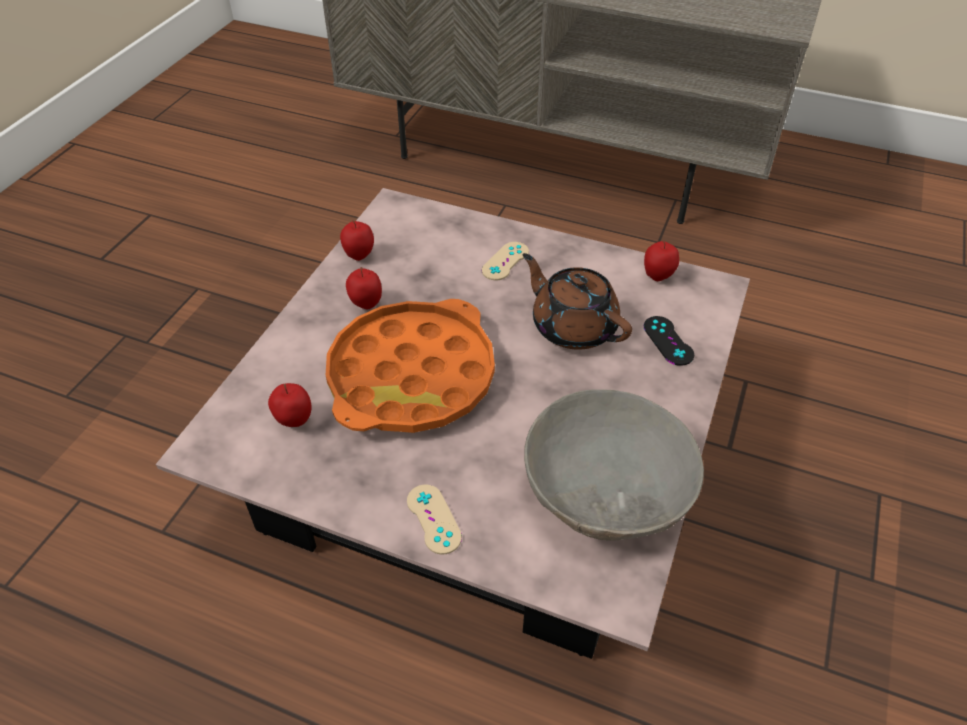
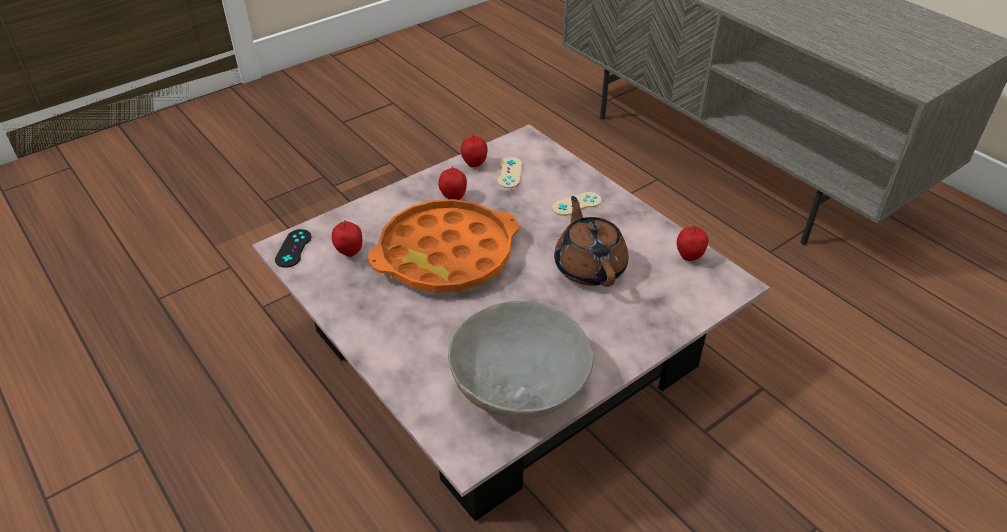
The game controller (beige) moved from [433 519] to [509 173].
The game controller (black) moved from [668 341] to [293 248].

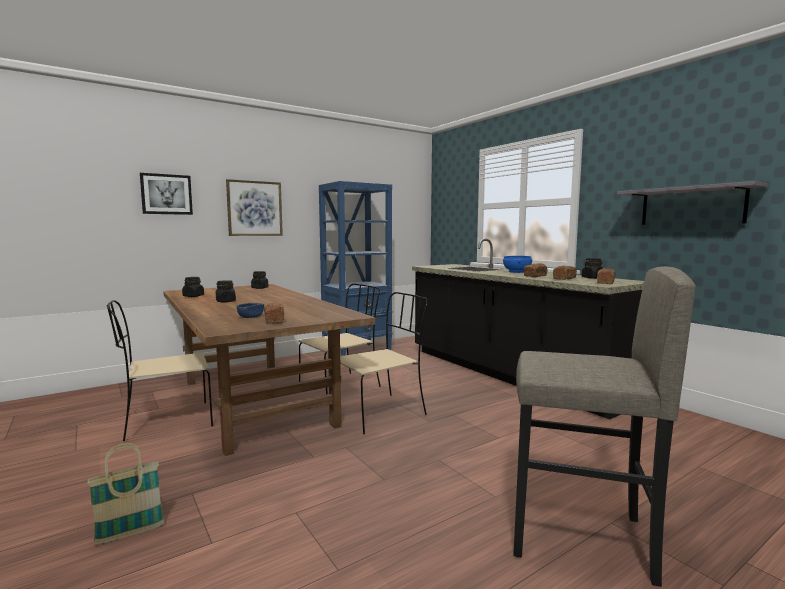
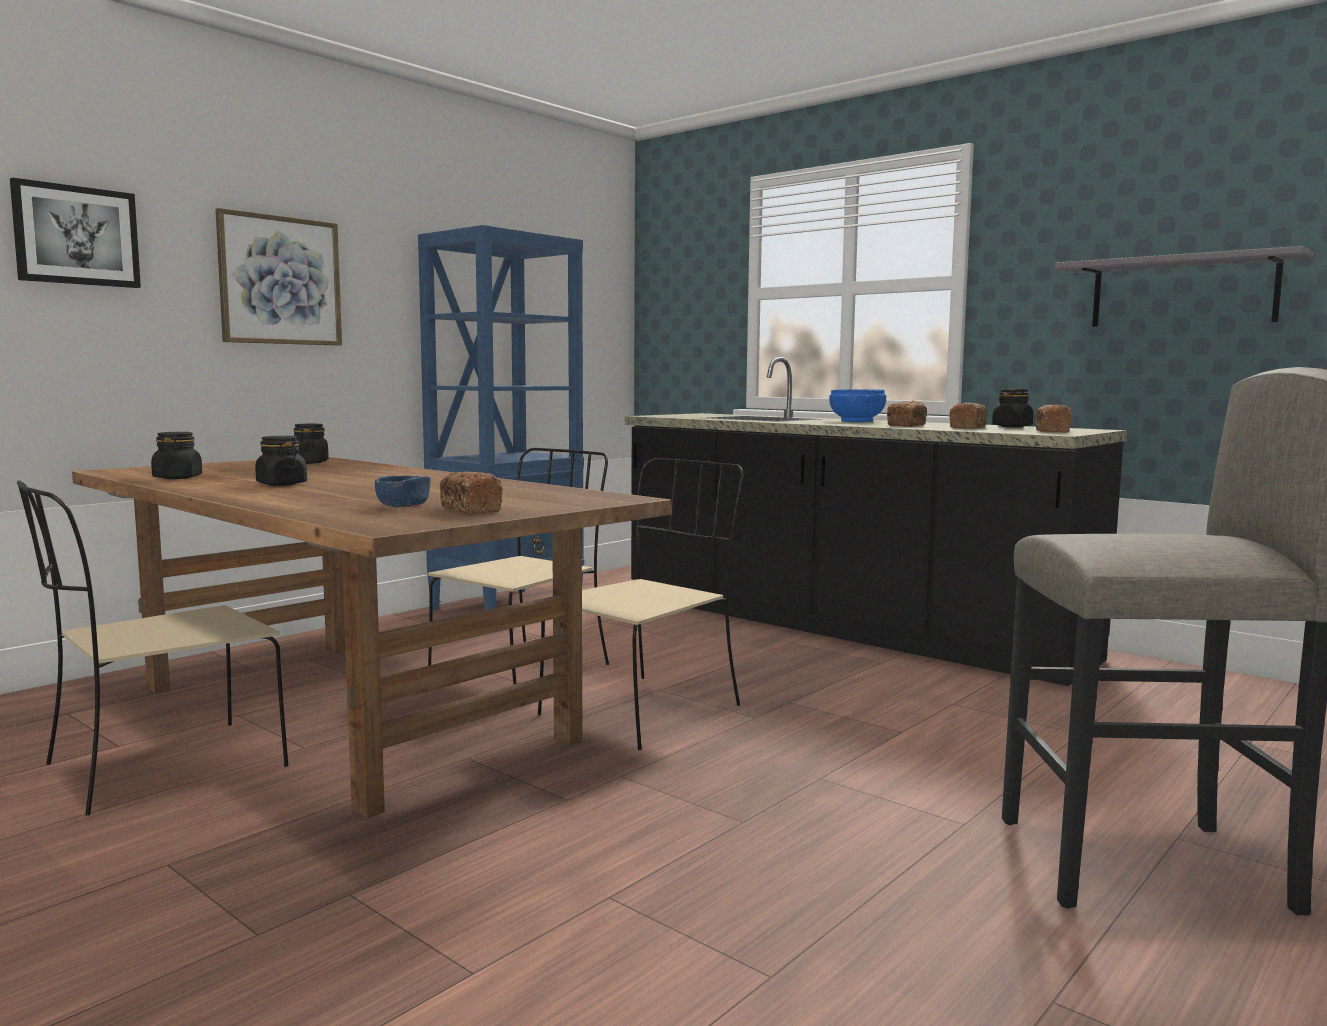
The basket at [130 533] disappeared.

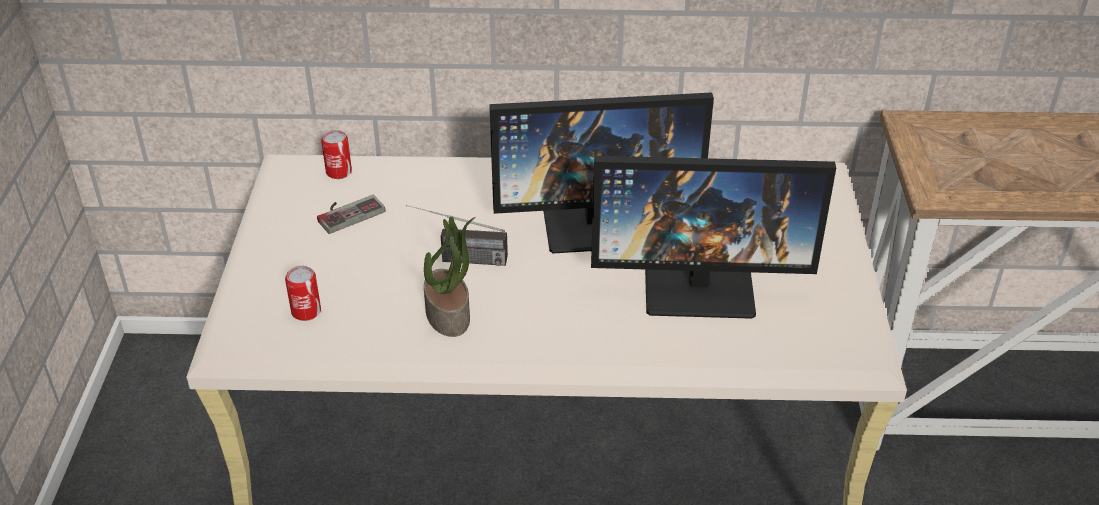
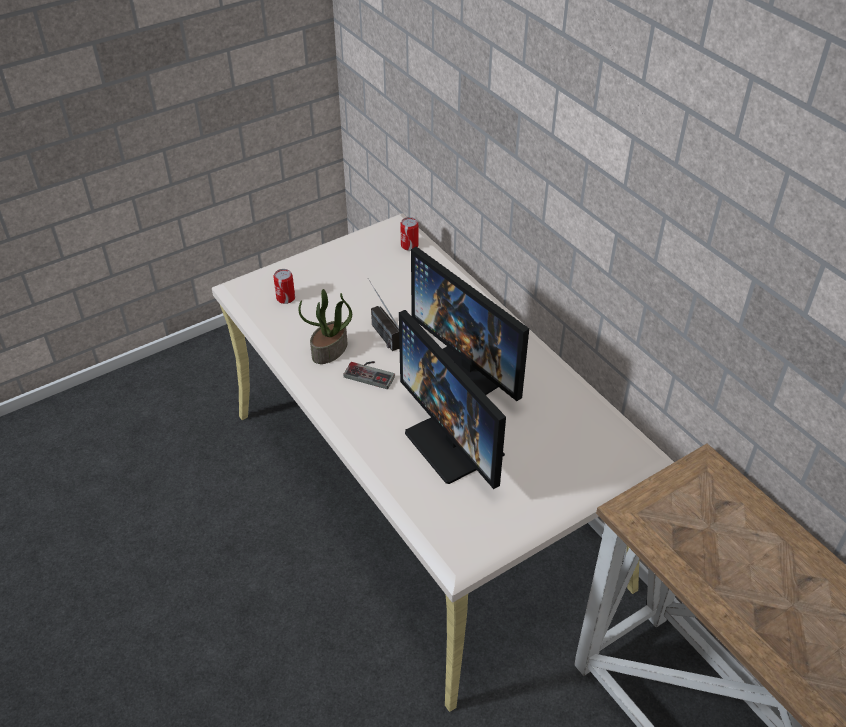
The game controller moved from [348 212] to [371 373].

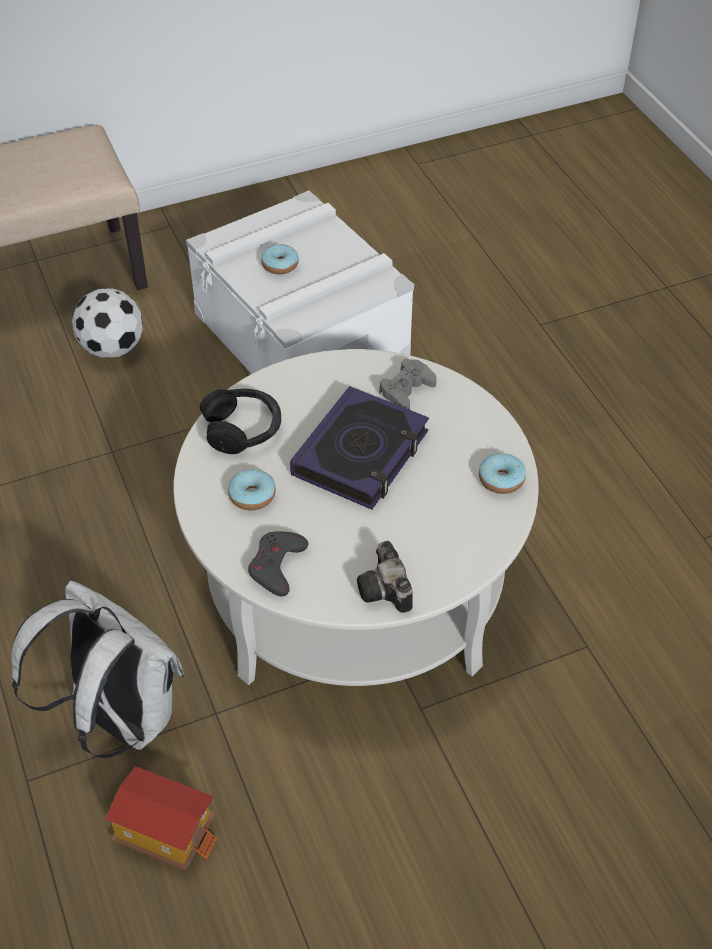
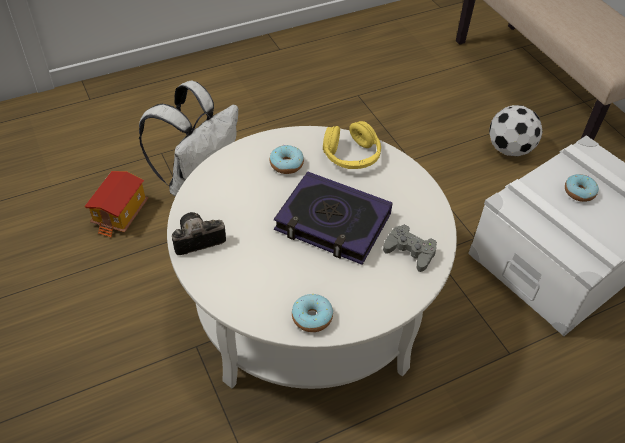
The game controller (grey) at [277 566] disappeared.
The headphones (black) at [243 429] became the headphones (yellow) at [351 156].

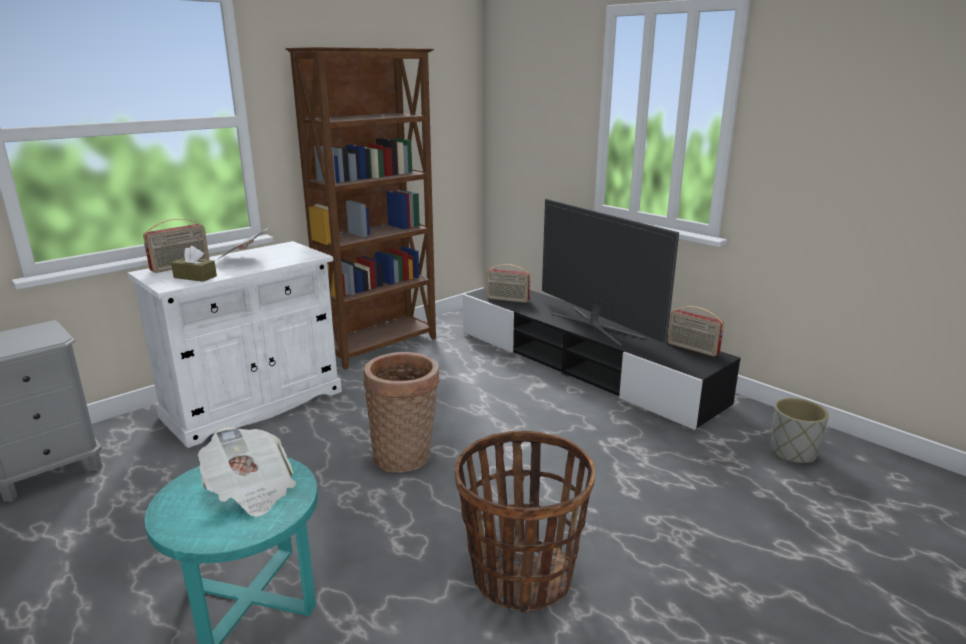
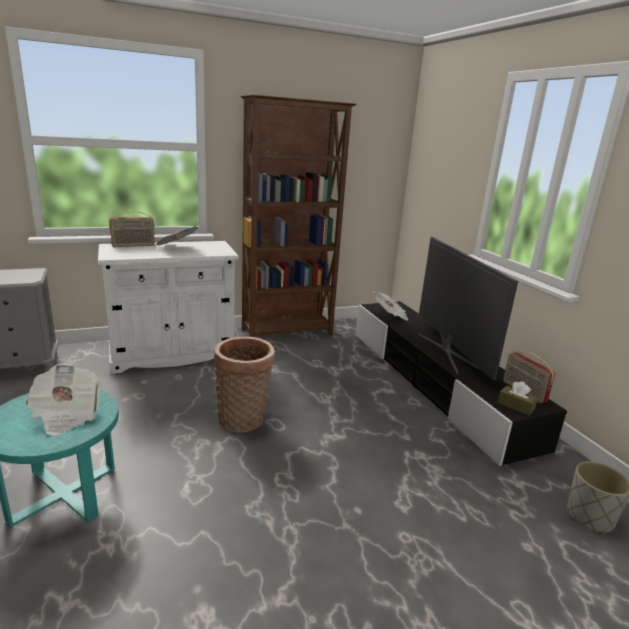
The basket at [521 576] disappeared.
The tissue box (brown) moved from [195 277] to [516 406].
The radio at [507 300] was replaced by the newspaper at [390 315].

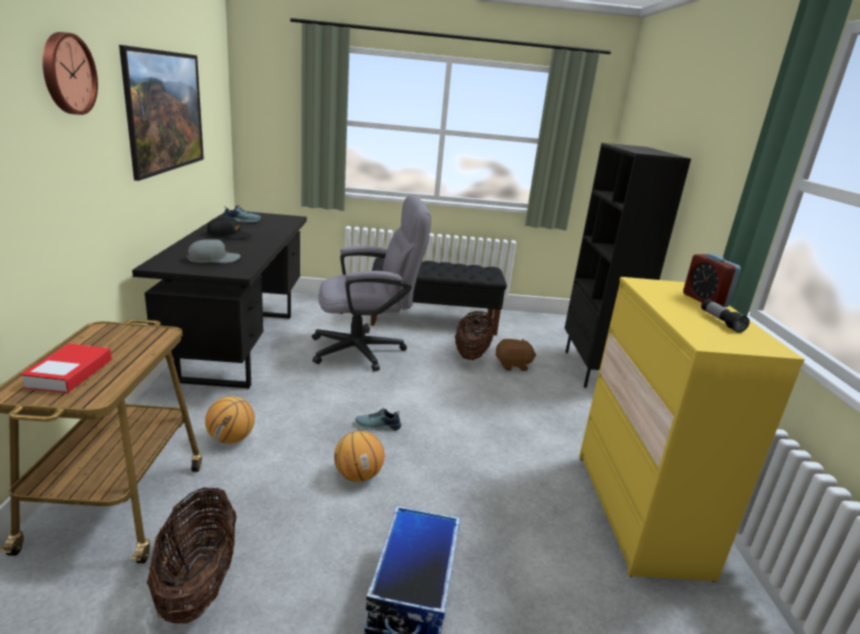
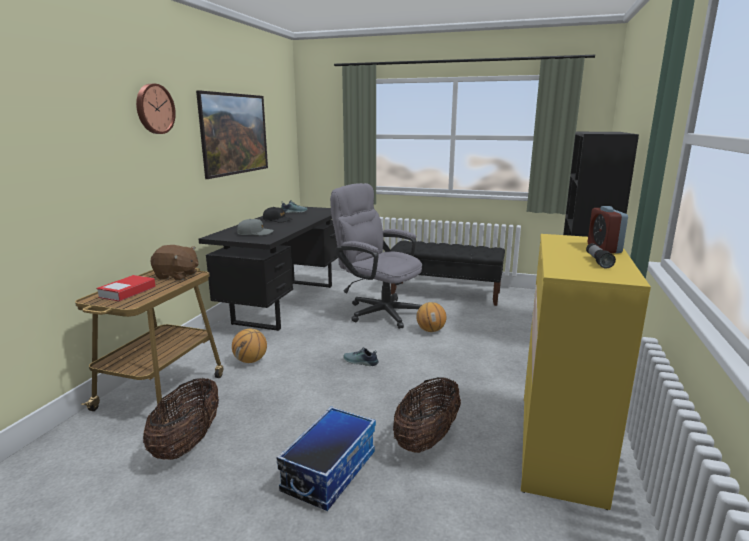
The basketball moved from [358 476] to [430 330].
The basket moved from [472 354] to [427 439].
The plush toy (brown) moved from [513 365] to [177 276].
The office chair (grey) at [367 350] turned 150 degrees counterclockwise.

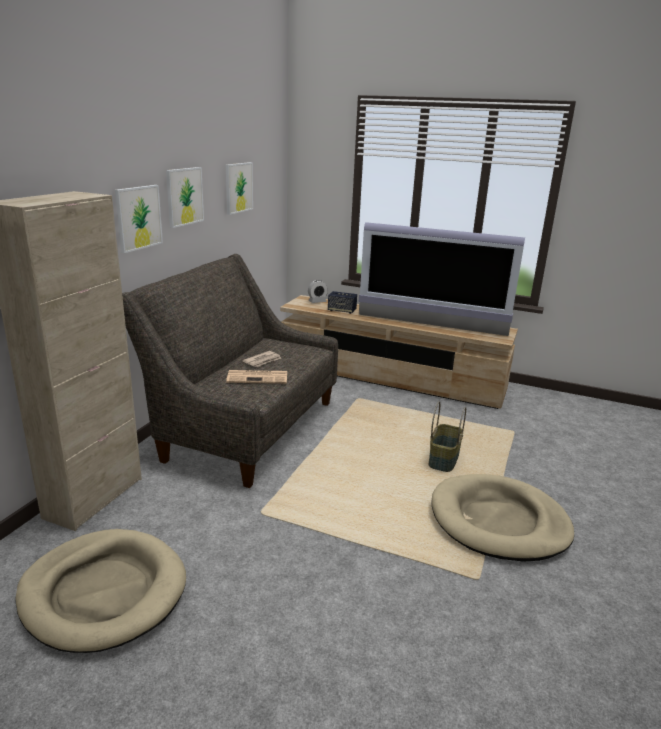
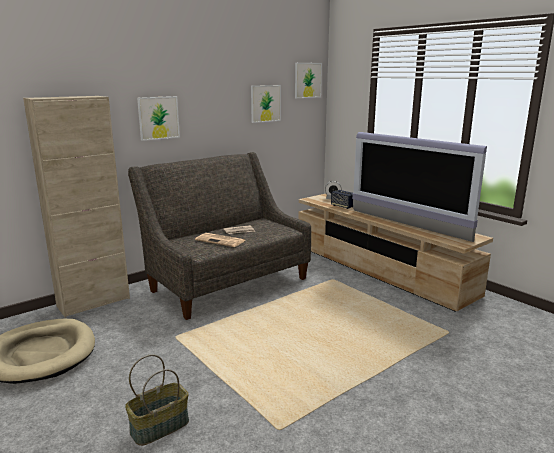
The dog bed (beige) at [499 522] disappeared.
The picture moved from [184 196] to [307 80].
The basket moved from [443 459] to [160 426].

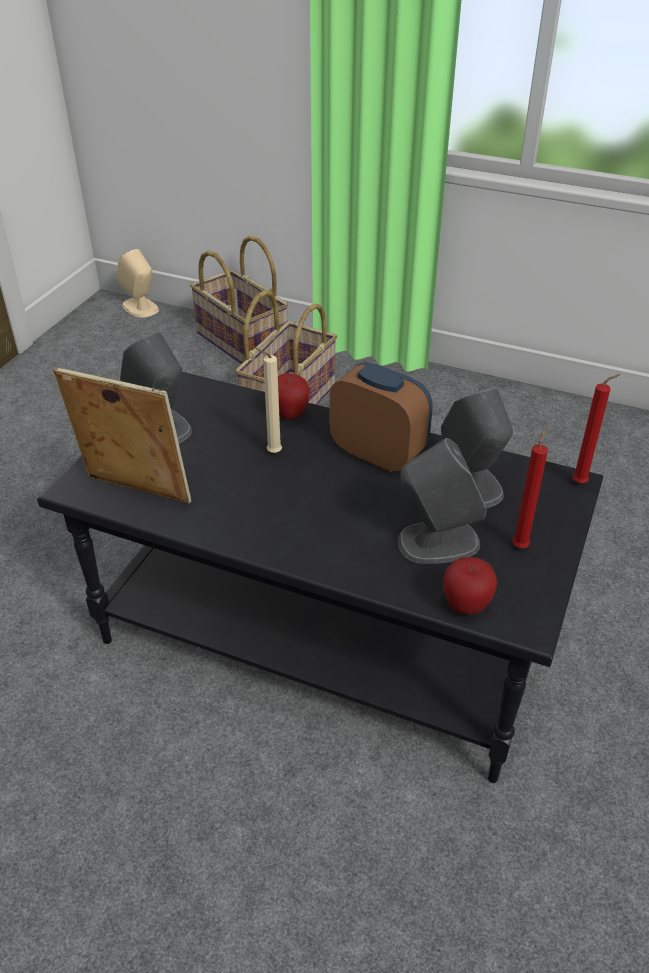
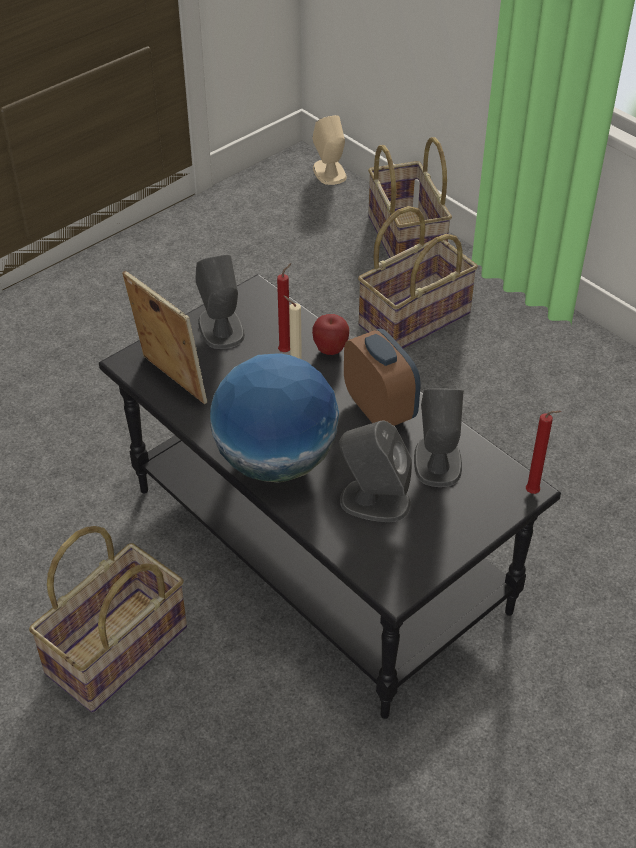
The apple at [466 606] disappeared.
The basket at [118 652] appeared.
The globe at [276 461] appeared.
The candle (red) moved from [520 545] to [286 351].

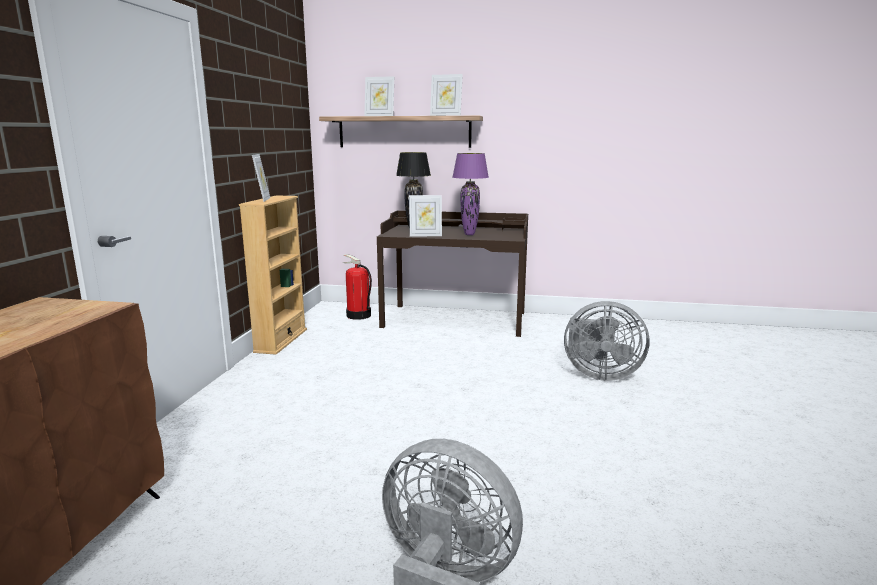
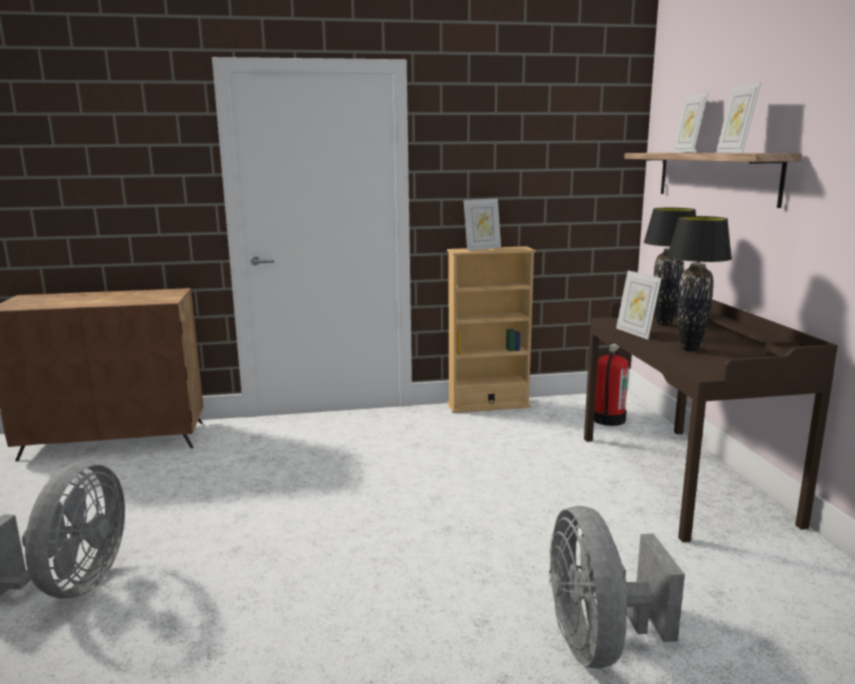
The table lamp (purple) at [469 234] became the table lamp (black) at [689 349].

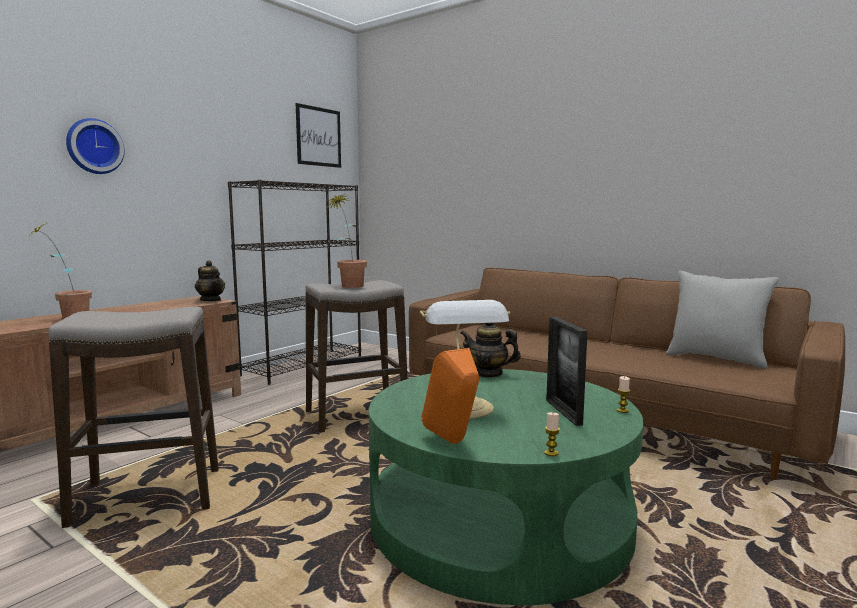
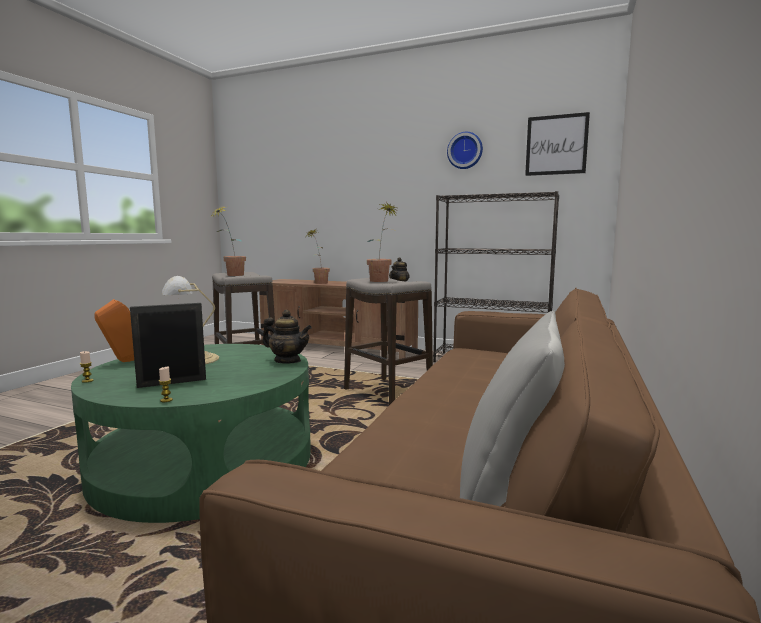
The potted plant at [231 275] appeared.
The wall clock moved from [94 146] to [465 151].
The teapot at [488 373] turned 105 degrees clockwise.

